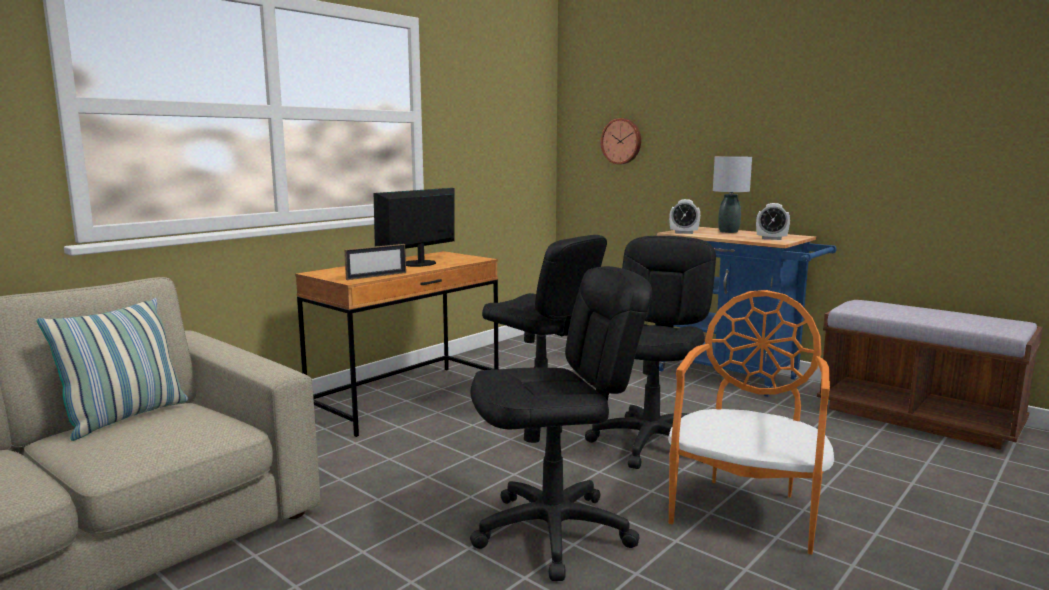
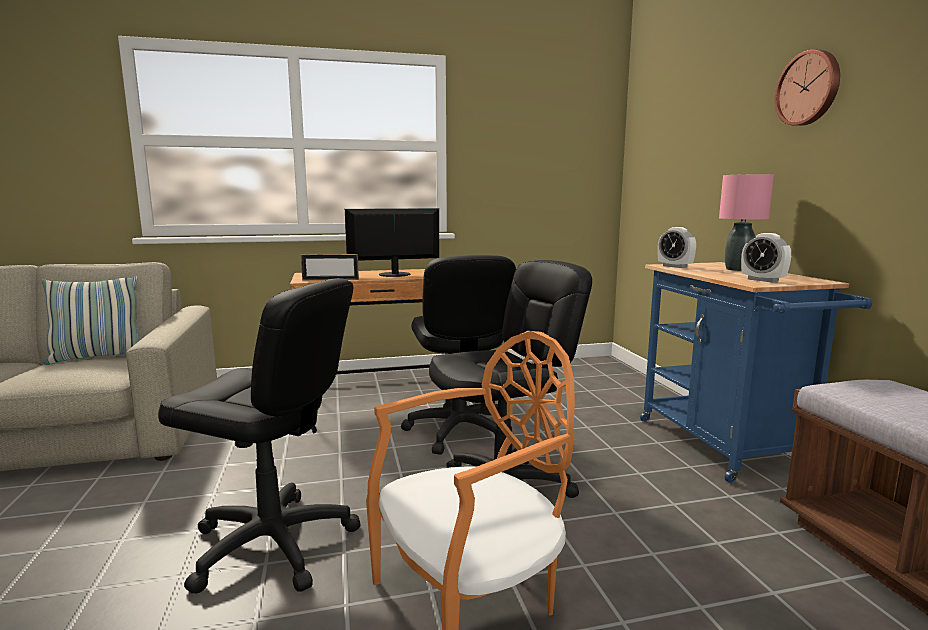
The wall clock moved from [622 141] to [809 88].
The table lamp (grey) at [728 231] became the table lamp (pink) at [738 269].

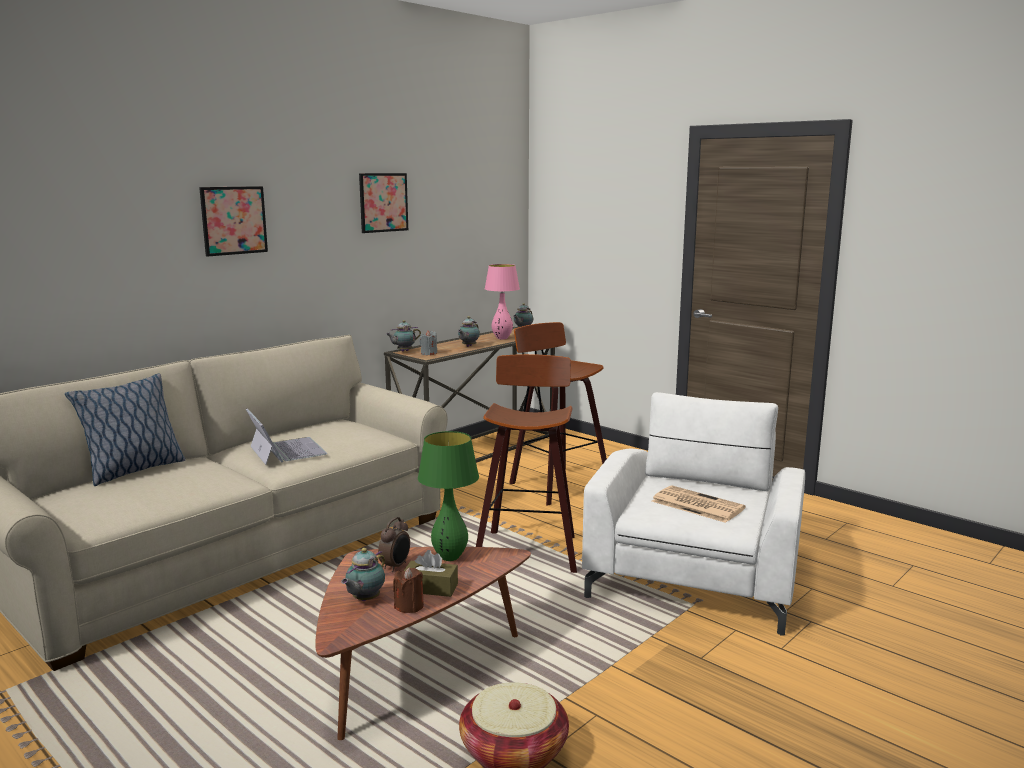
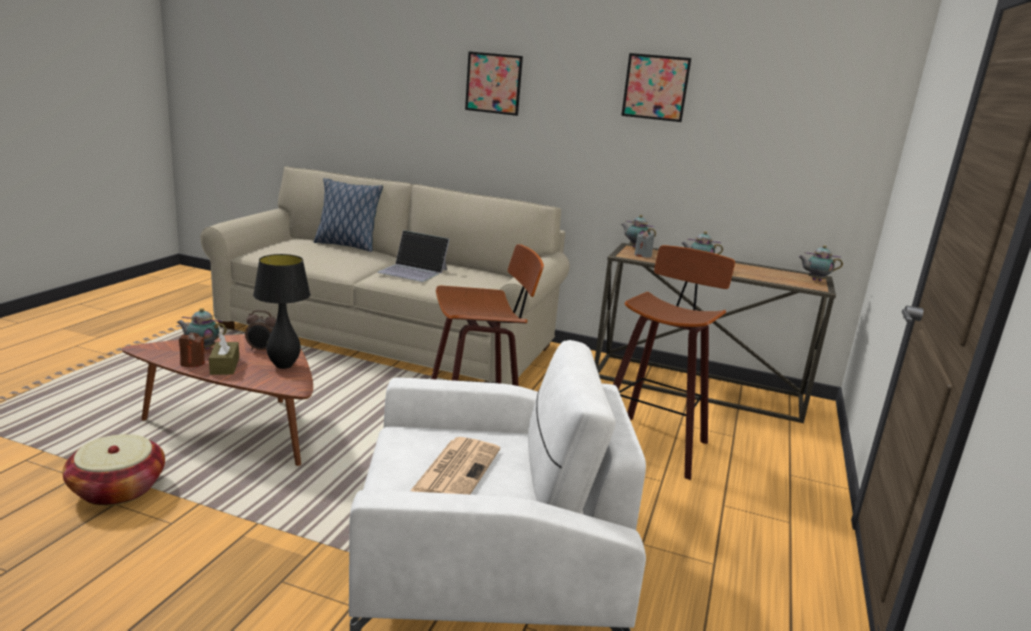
The table lamp (pink) at [502 338] disappeared.
The table lamp (green) at [449 557] became the table lamp (black) at [283 365].
The laptop at [286 450] turned 75 degrees clockwise.

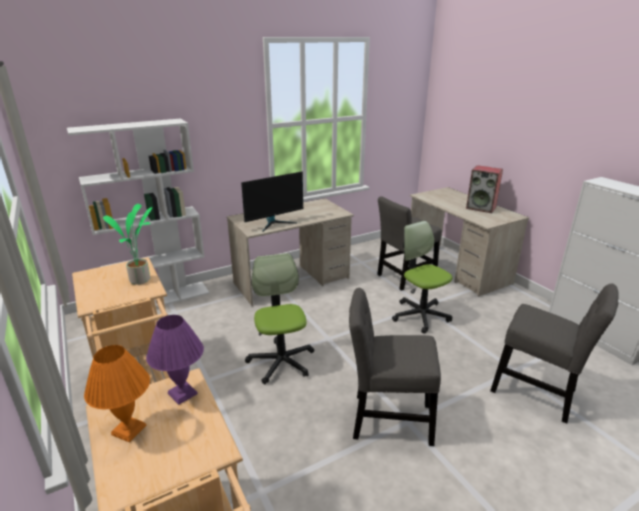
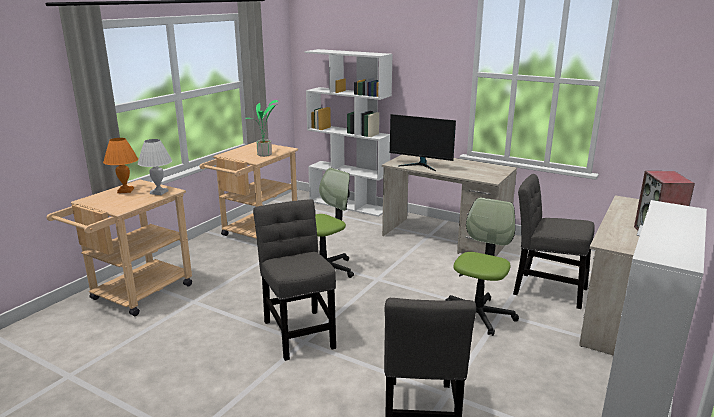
The table lamp (purple) at [183 394] became the table lamp (white) at [159 192].

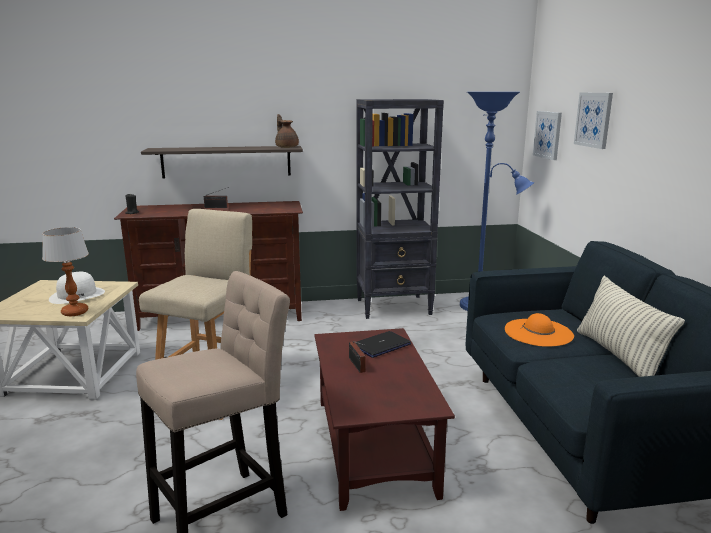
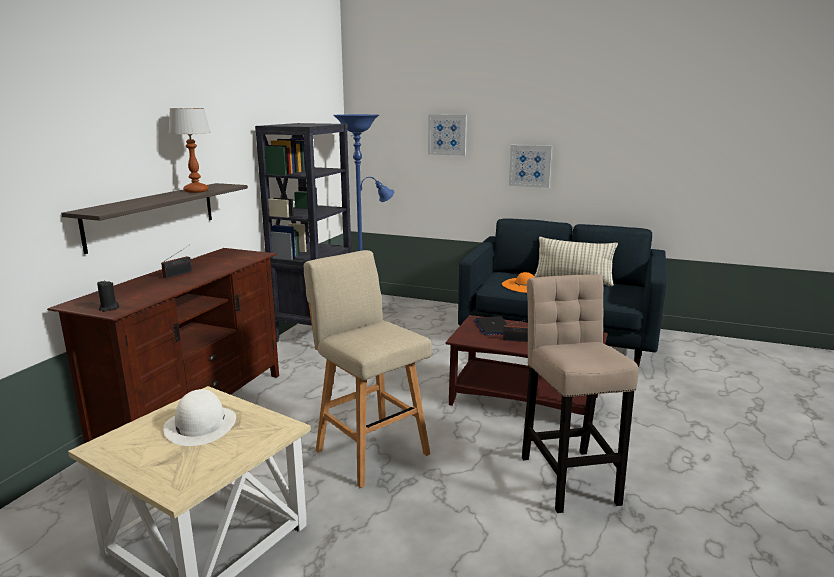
The teapot (brown) at [286 147] disappeared.
The table lamp moved from [75 312] to [196 191].
The picture moved from [548 135] to [530 166].

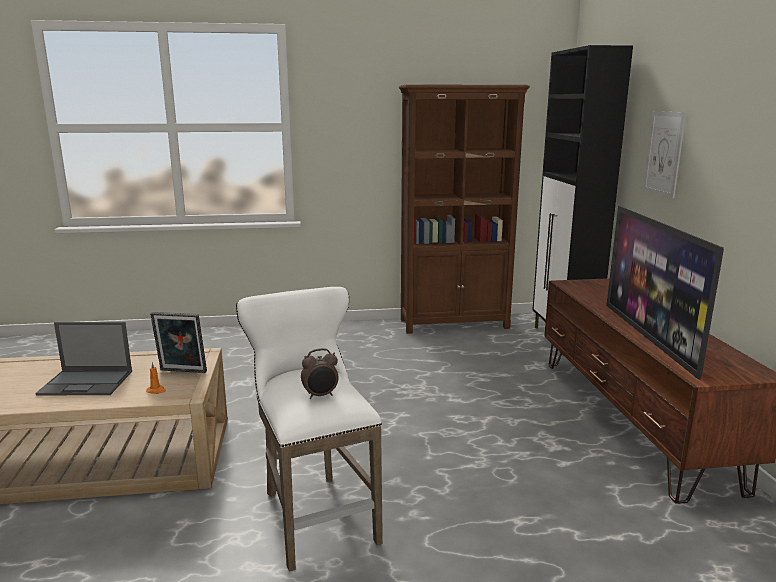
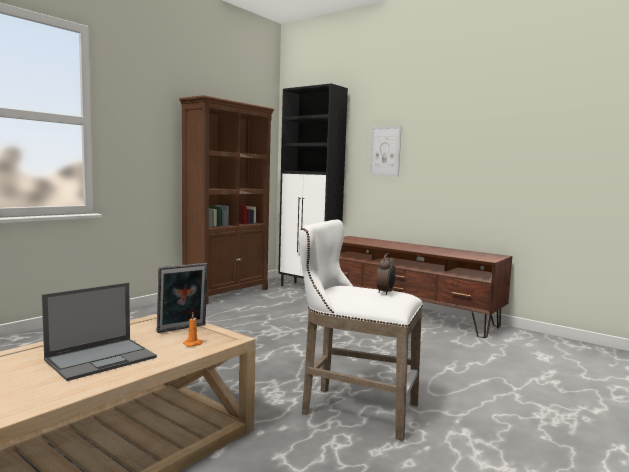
The television at [650 338] disappeared.

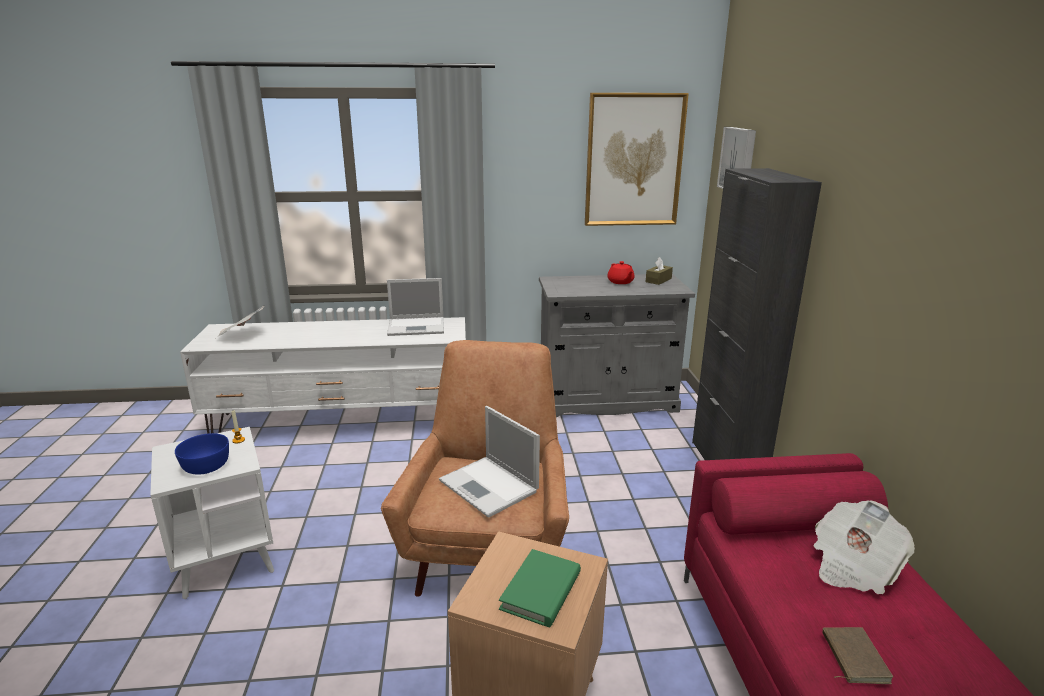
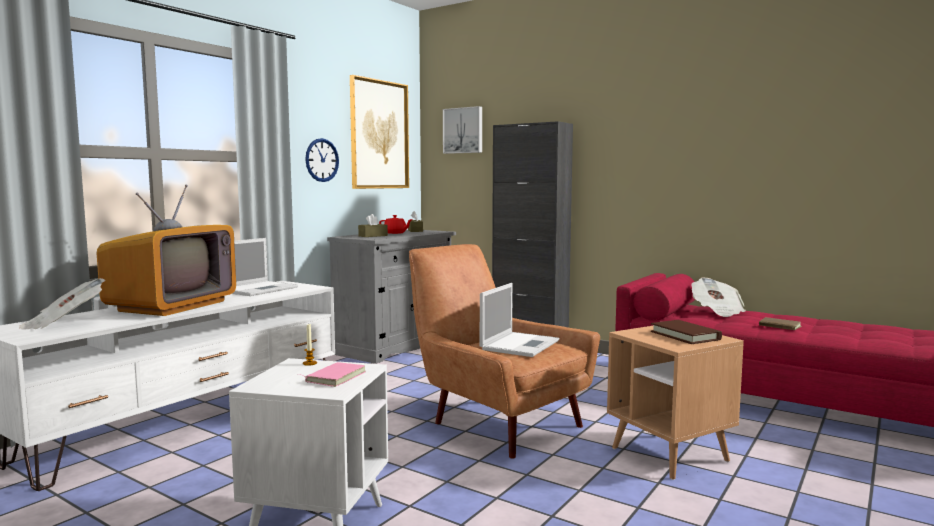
The television at [172 306] appeared.
The wall clock at [322 160] appeared.
The tissue box (brown) at [373 236] appeared.
The bowl (blue) at [206 465] was replaced by the book (pink) at [334 377].
The book (green) at [541 591] became the book (brown) at [685 335].
The laptop at [490 487] turned 60 degrees counterclockwise.

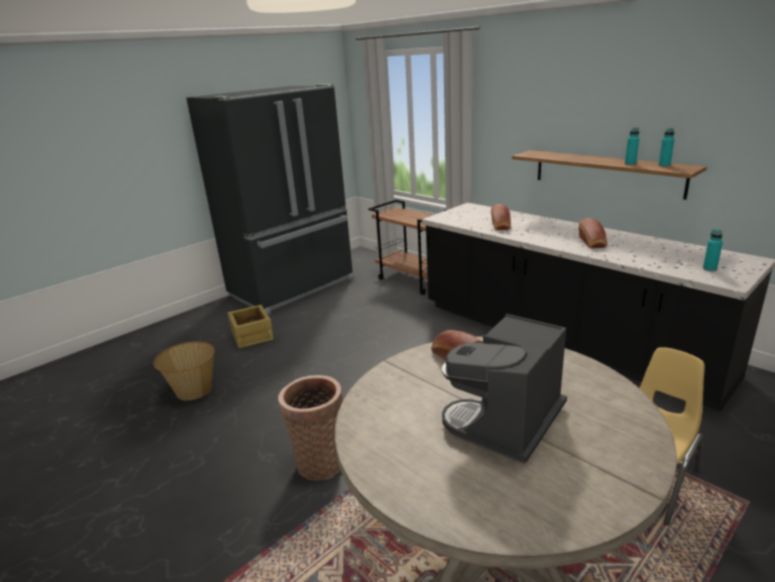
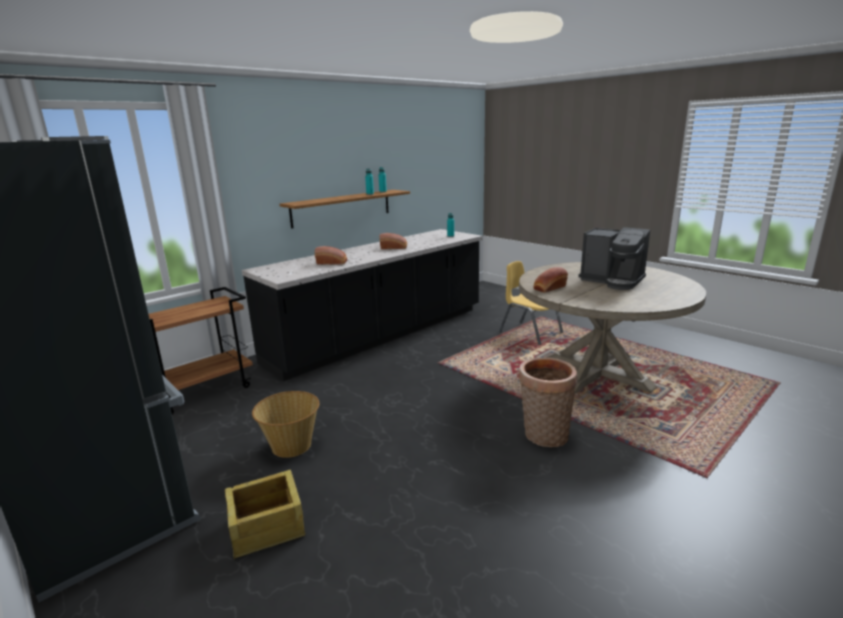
The basket moved from [193 390] to [291 446].

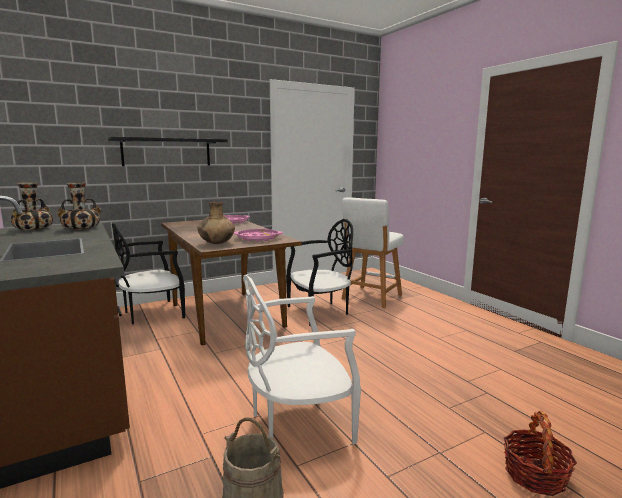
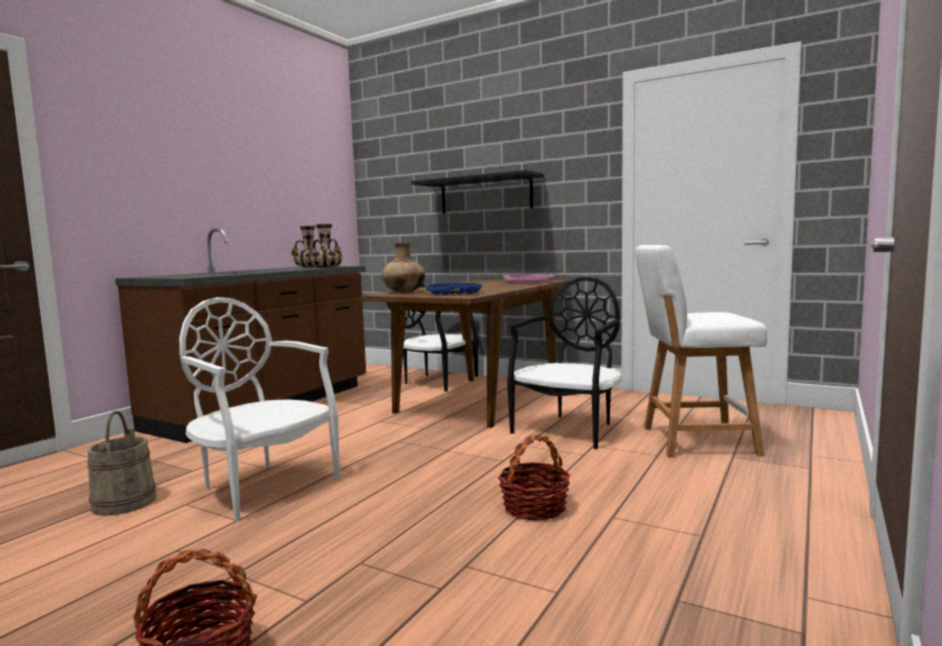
The basket at [534 507] appeared.
The tray (pink) at [258 238] became the tray (blue) at [454 293].
The chair (black) at [320 312] turned 90 degrees counterclockwise.

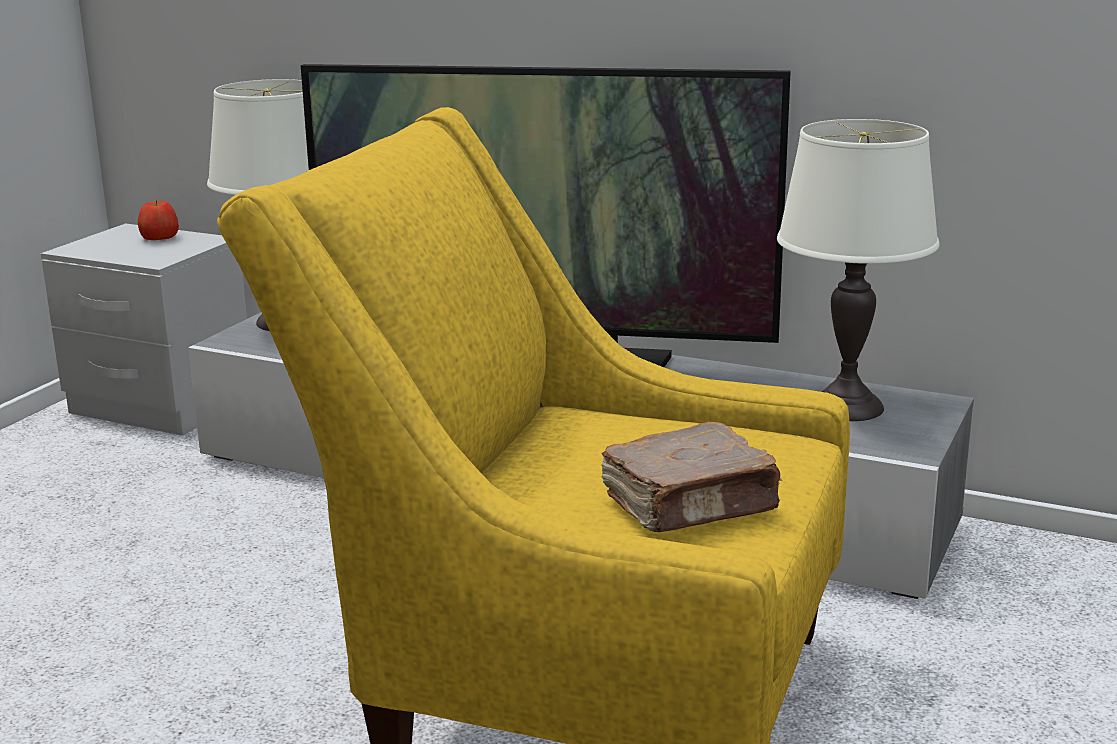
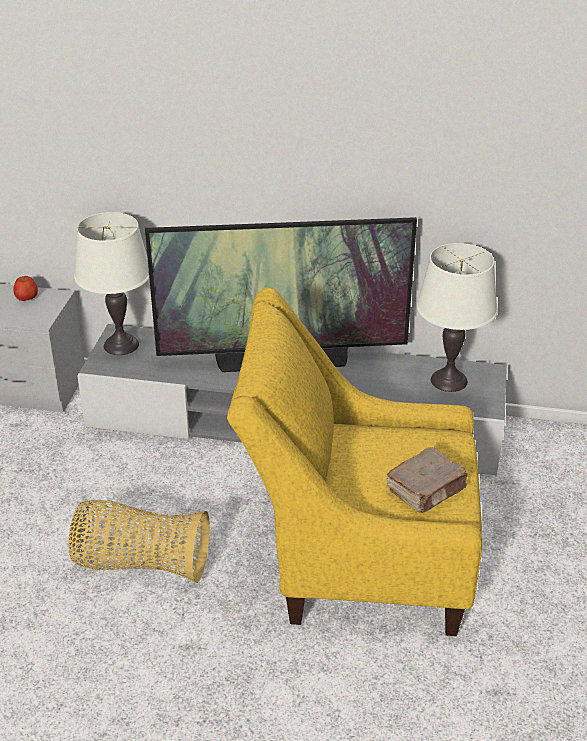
The basket at [140 563] appeared.

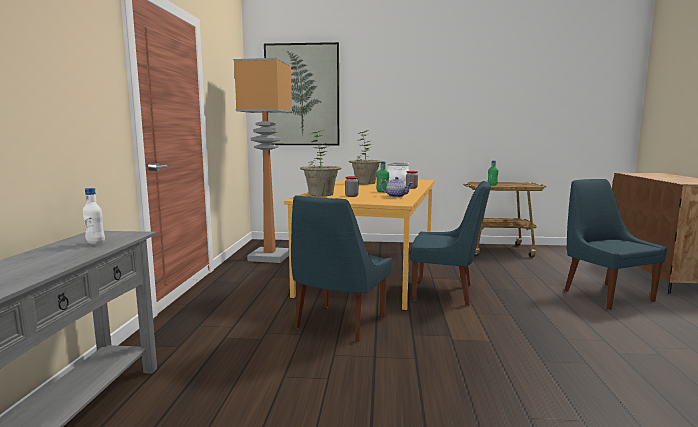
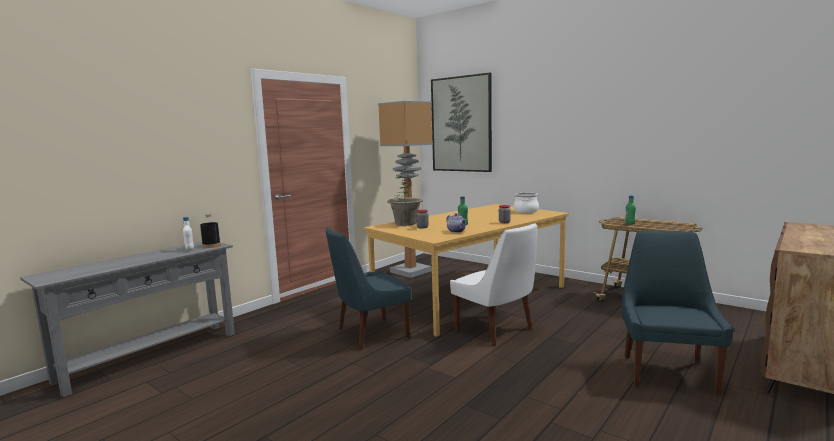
The potted plant at [365 183] disappeared.
The bottle (black) at [211 246] appeared.
The chair (blue) at [446 293] became the chair (white) at [496 331].

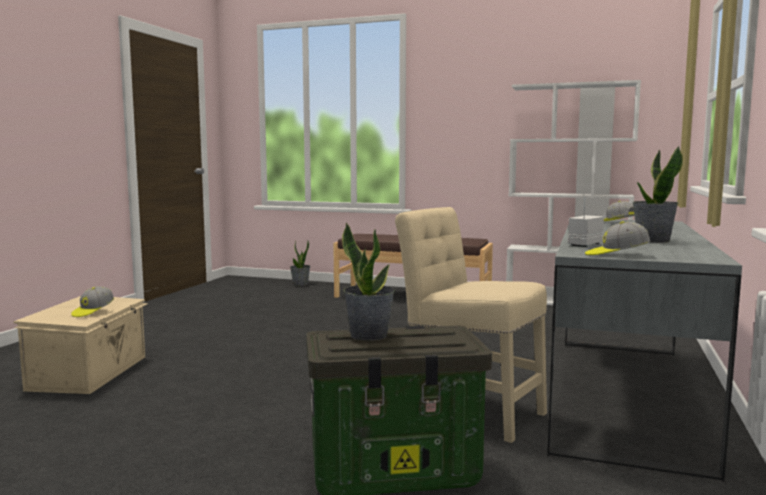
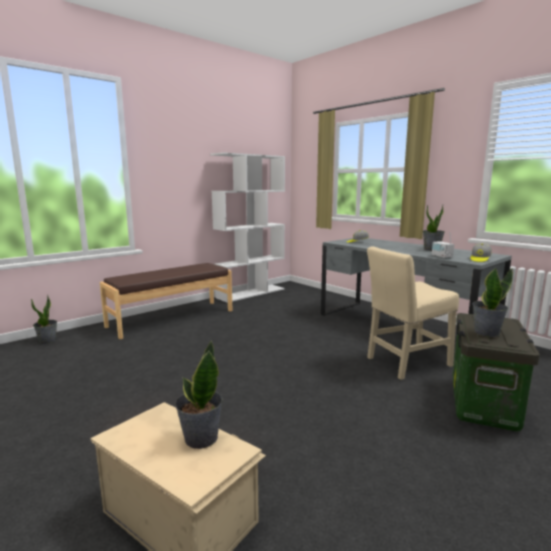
The cap at [92 311] was replaced by the potted plant at [200 438].

